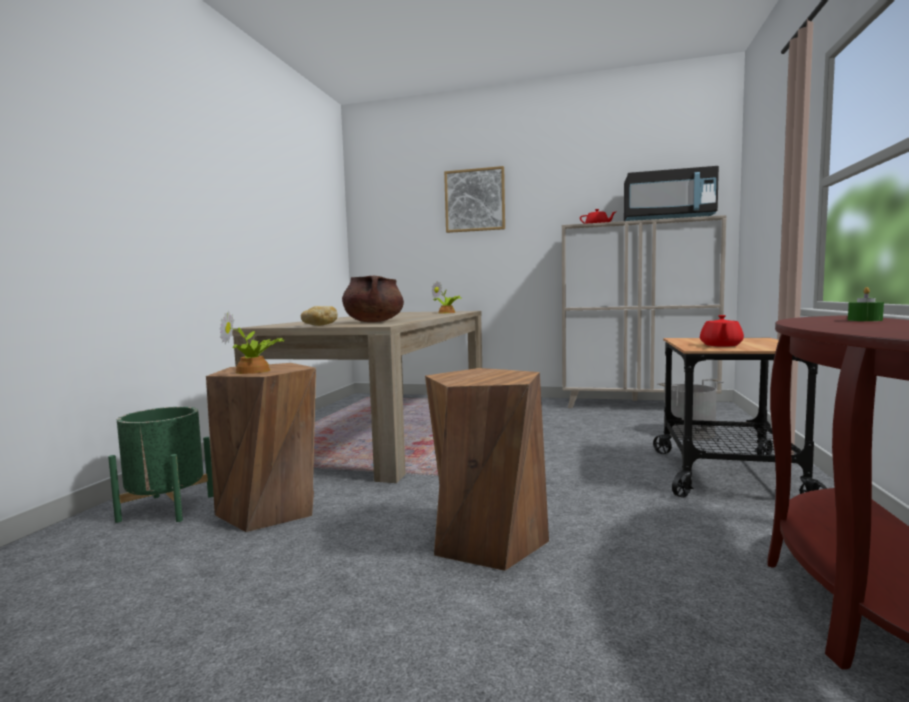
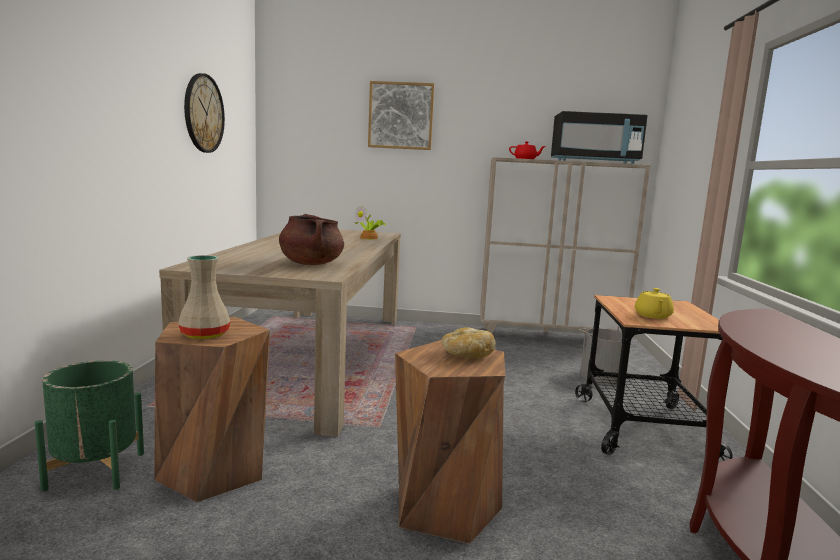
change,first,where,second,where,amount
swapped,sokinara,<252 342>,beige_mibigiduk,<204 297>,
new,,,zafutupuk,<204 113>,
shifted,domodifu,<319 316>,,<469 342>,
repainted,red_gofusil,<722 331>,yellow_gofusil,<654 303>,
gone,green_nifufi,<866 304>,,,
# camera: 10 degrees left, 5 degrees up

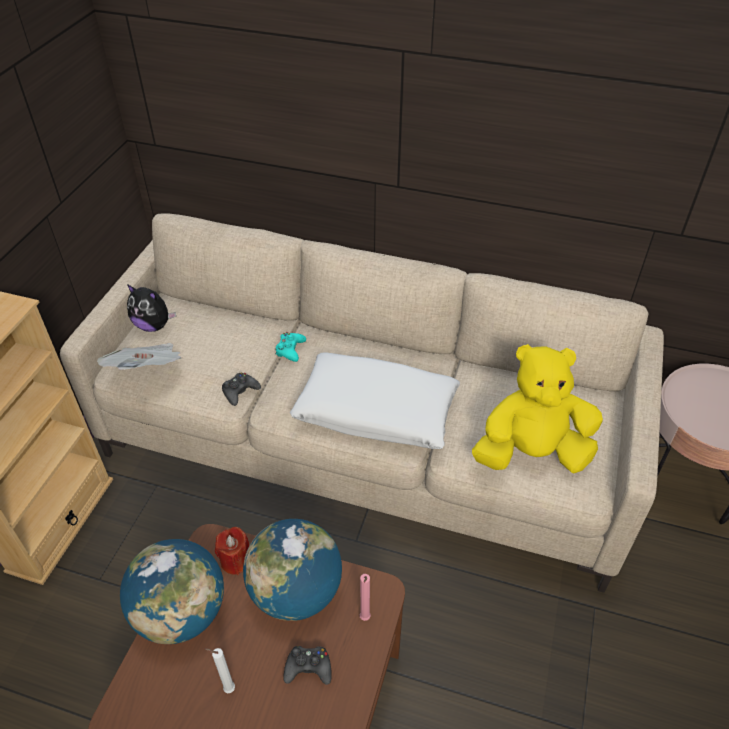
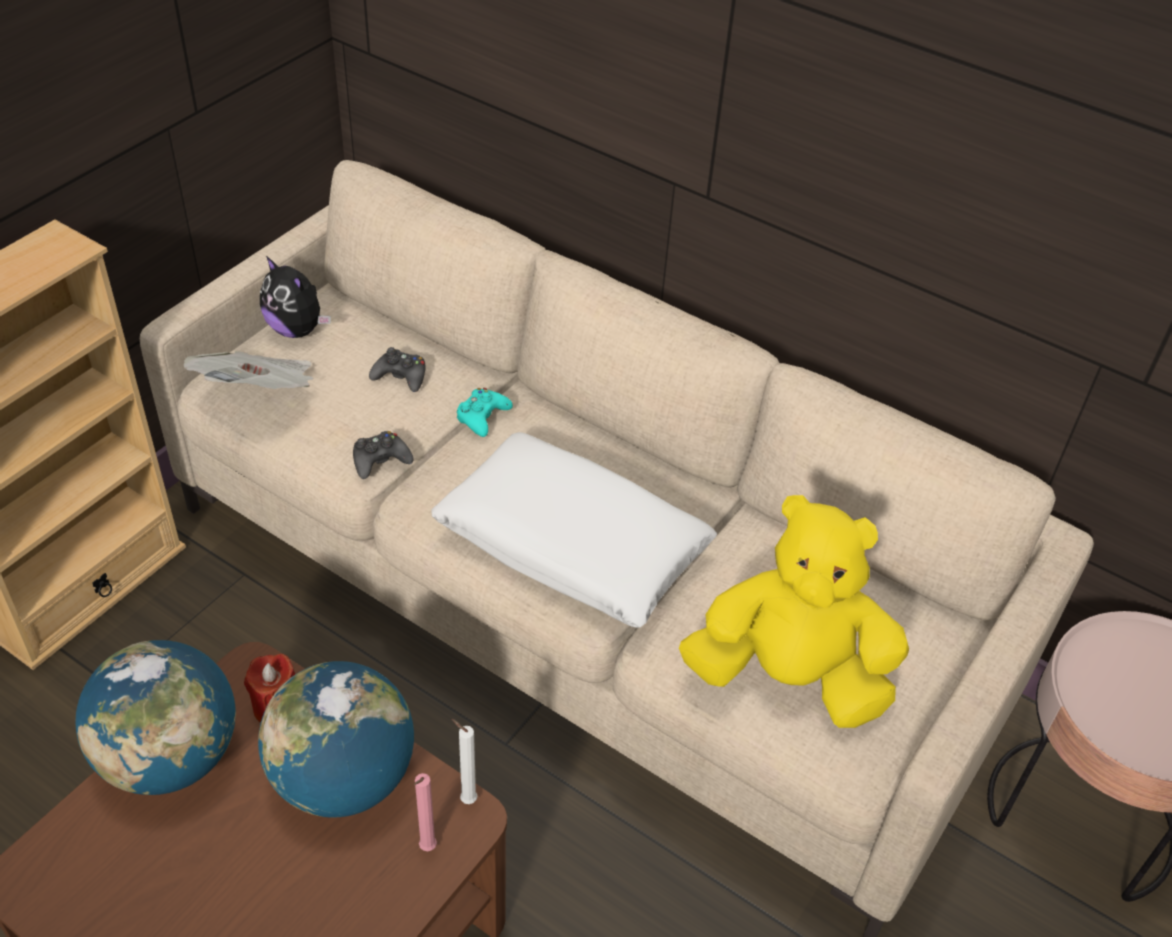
change,first,where,second,where,amount
shifted,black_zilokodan,<307 665>,,<397 369>,
shifted,white_nifufi,<220 670>,,<464 761>,
# camera: 15 degrees right, 0 degrees up

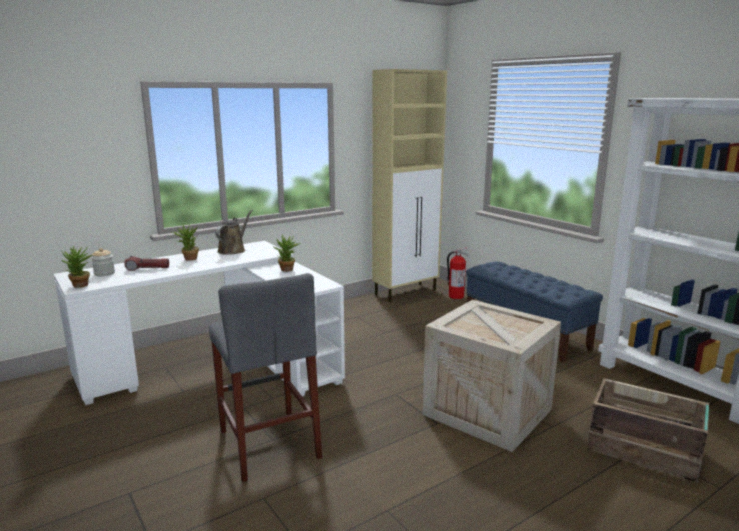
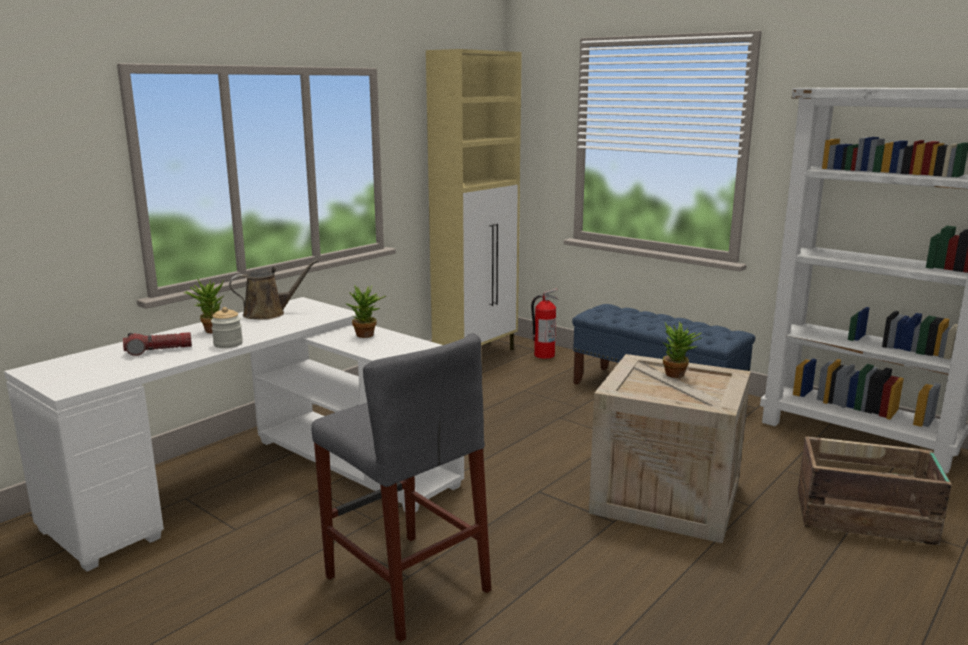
change,first,where,second,where,amount
shifted,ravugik,<103 262>,,<227 327>,
rotated,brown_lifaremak,<234 232>,,<273 290>,60 degrees clockwise
shifted,sokinara,<77 267>,,<683 350>,
# camera: 15 degrees left, 0 degrees up

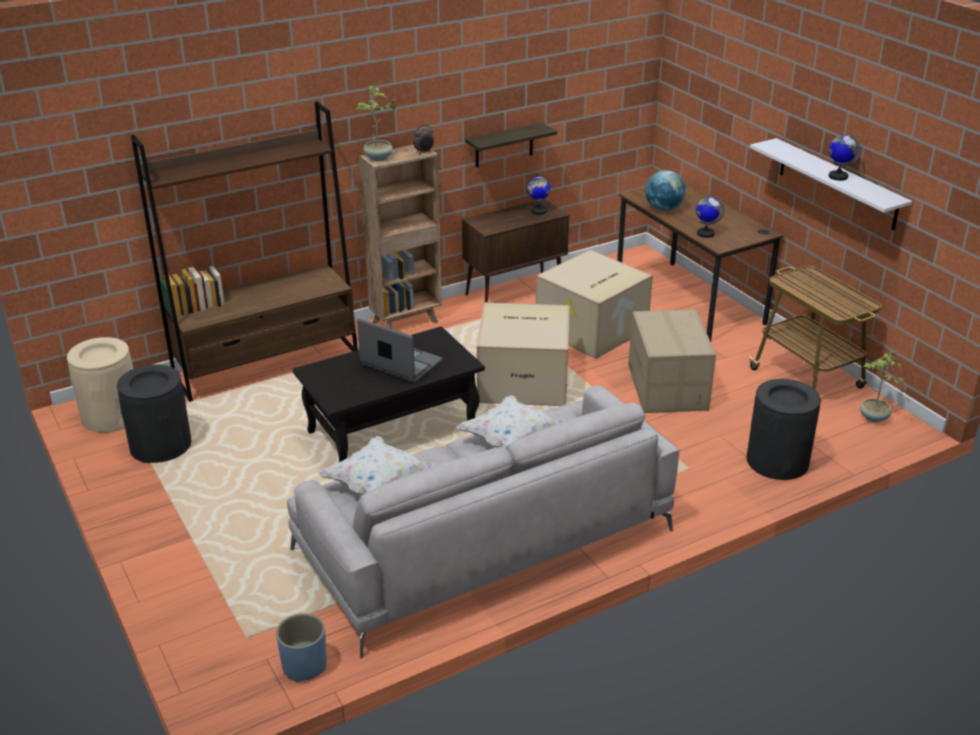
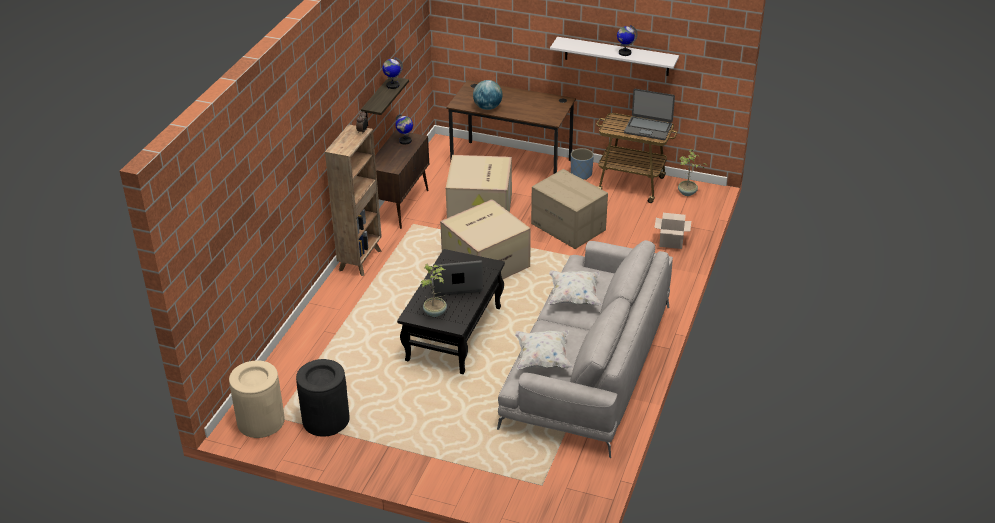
change,first,where,second,where,amount
shifted,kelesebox,<710 217>,,<392 73>,
shifted,sokinara,<378 123>,,<433 290>,
shifted,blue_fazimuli,<301 647>,,<582 164>,
new,,,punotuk,<649 114>,
swapped,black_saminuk,<784 429>,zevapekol,<672 231>,
gone,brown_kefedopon,<244 252>,,,
# camera: 40 degrees left, 5 degrees up

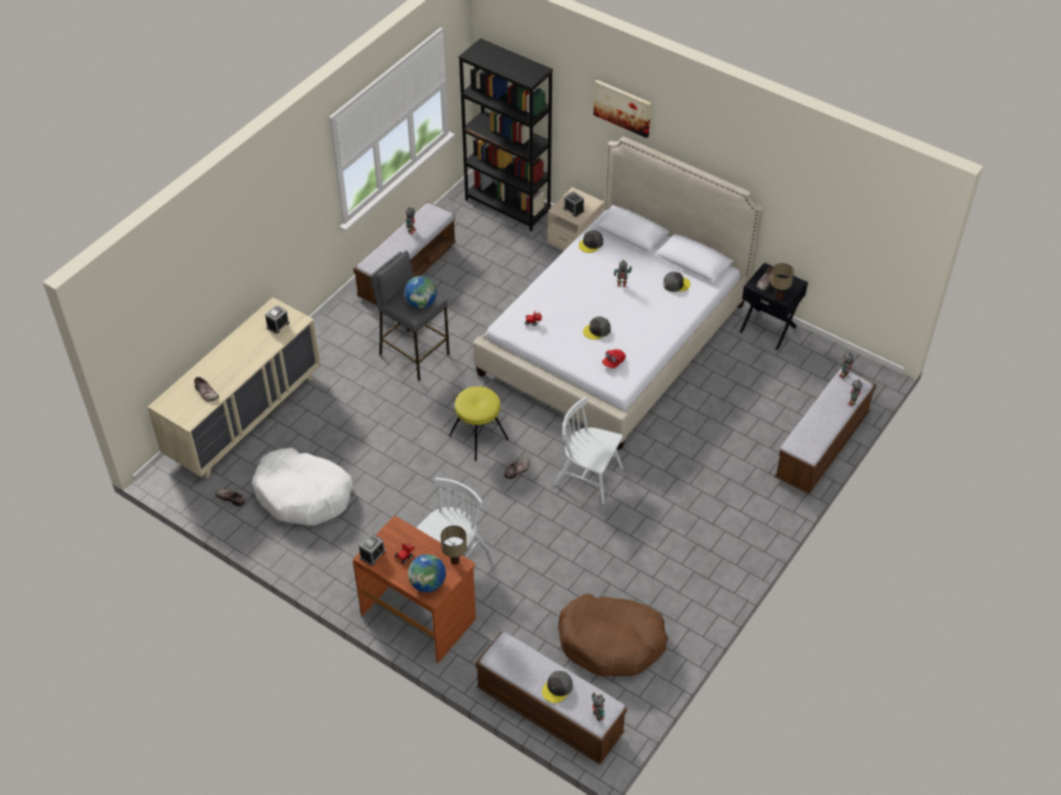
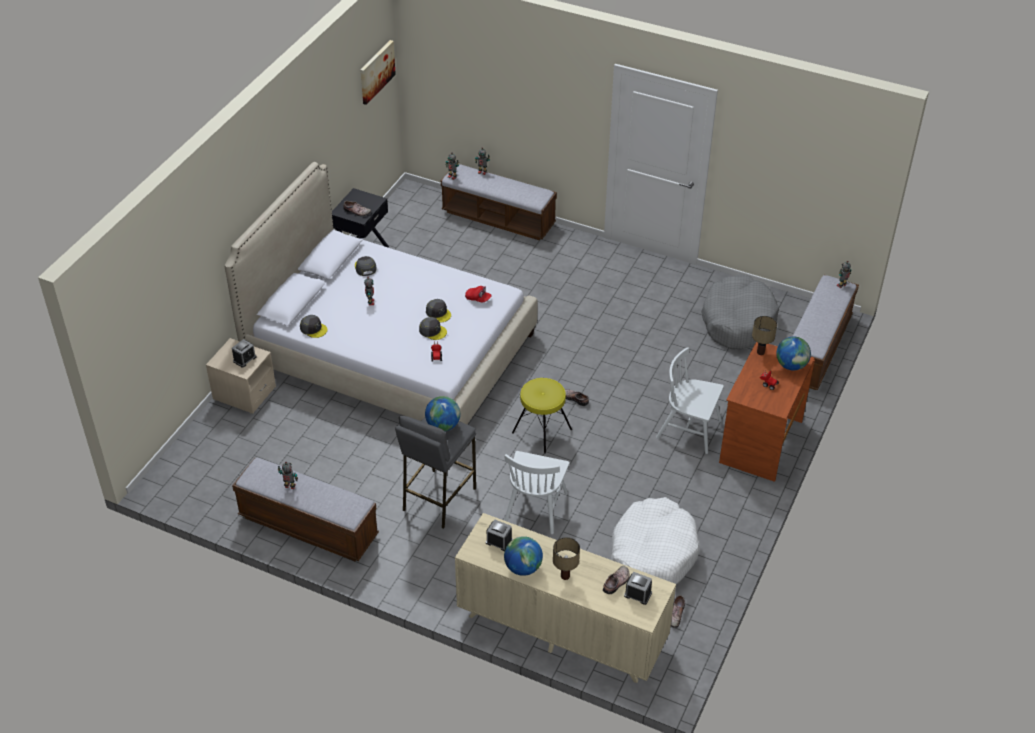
change,first,where,second,where,amount
shifted,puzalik,<622 109>,,<378 72>,
shifted,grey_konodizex,<557 687>,,<433 328>,
shifted,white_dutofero,<588 450>,,<536 492>,
new,,,kelesebox,<523 556>,
shifted,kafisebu,<782 281>,,<566 558>,
shifted,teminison,<372 549>,,<638 588>,
repainted,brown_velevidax,<613 635>,grey_velevidax,<740 311>,
gone,black_kefedopon,<506 134>,,,
# camera: 100 degrees left, 5 degrees down

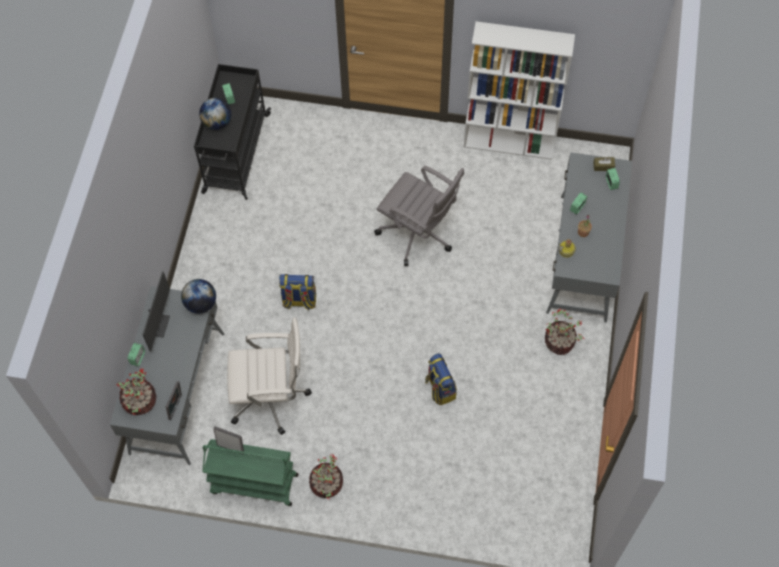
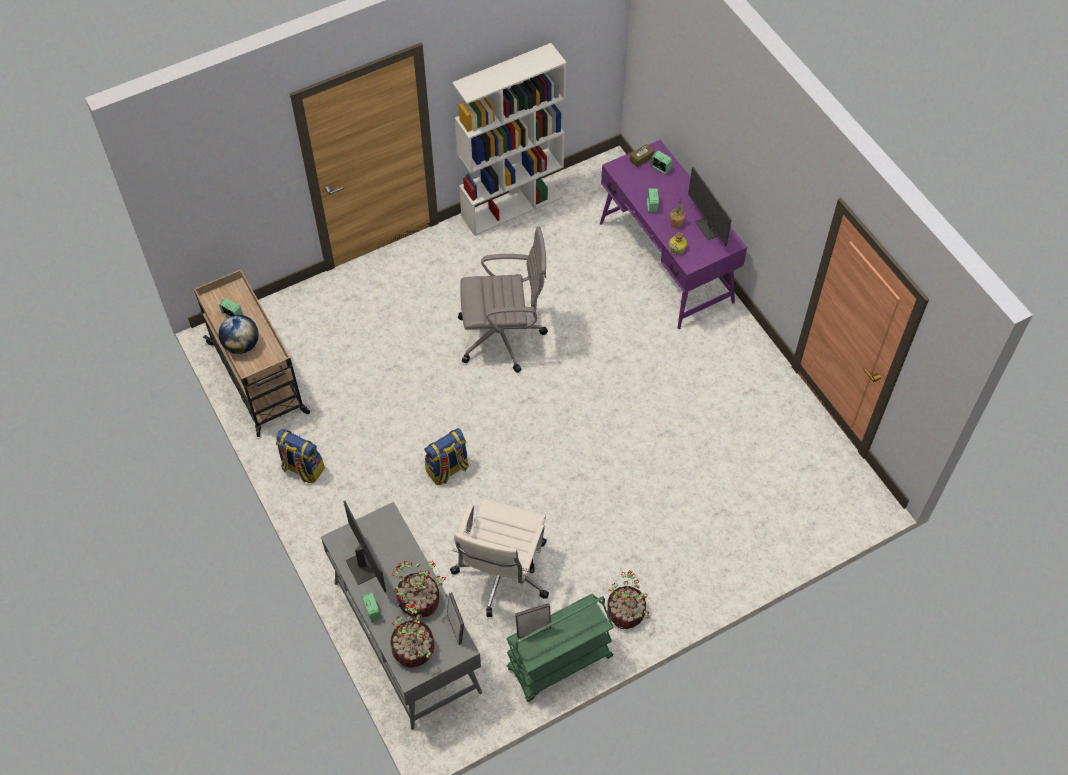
change,first,where,second,where,amount
repainted,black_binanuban,<232 132>,beige_binanuban,<252 353>,
shifted,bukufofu,<441 379>,,<300 456>,
shifted,sokinara,<564 331>,,<419 589>,
rotated,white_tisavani,<269 376>,,<499 557>,150 degrees clockwise
repainted,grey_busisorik,<589 237>,purple_busisorik,<673 234>,
new,,,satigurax,<710 207>,
gone,kelesebox,<198 296>,,,
# camera: 40 degrees left, 5 degrees down

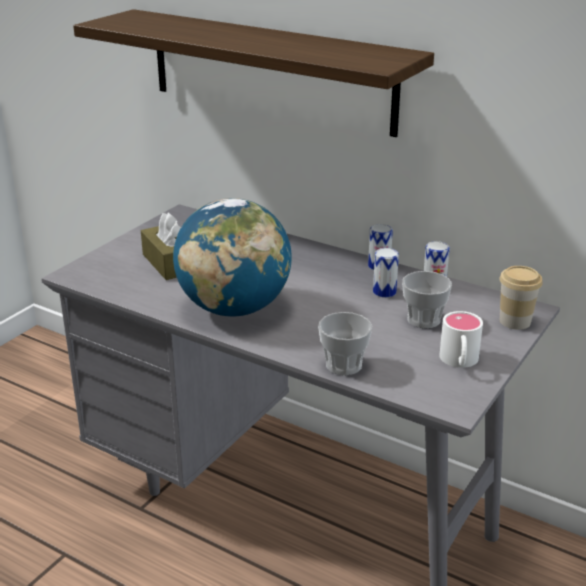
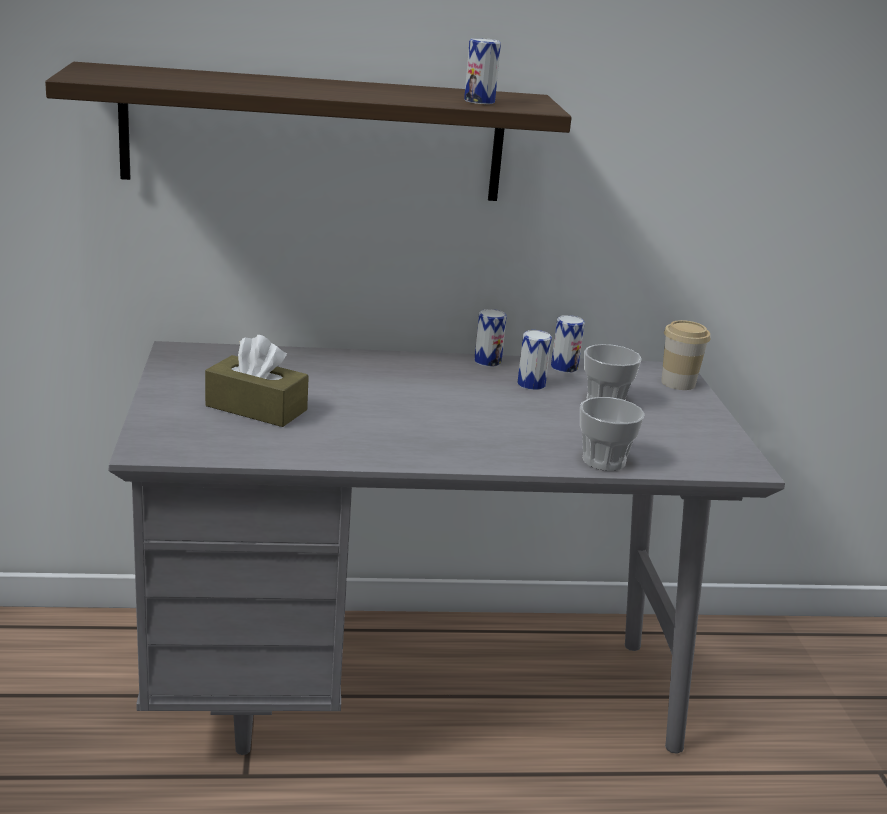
change,first,where,second,where,amount
new,,,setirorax,<482 71>,
gone,kelesebox,<232 257>,,,
gone,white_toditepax,<461 339>,,,
# camera: 40 degrees left, 5 degrees down

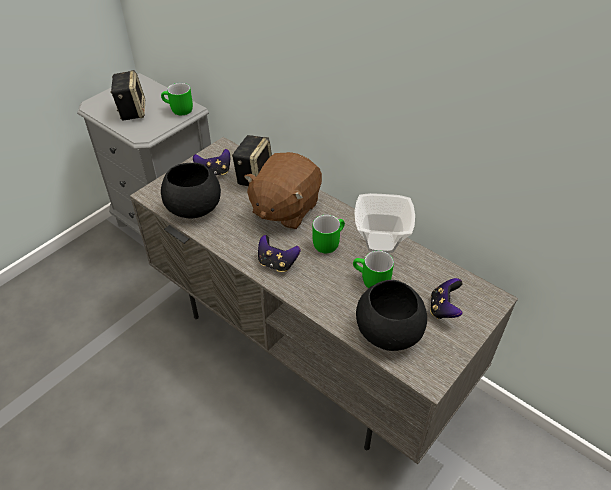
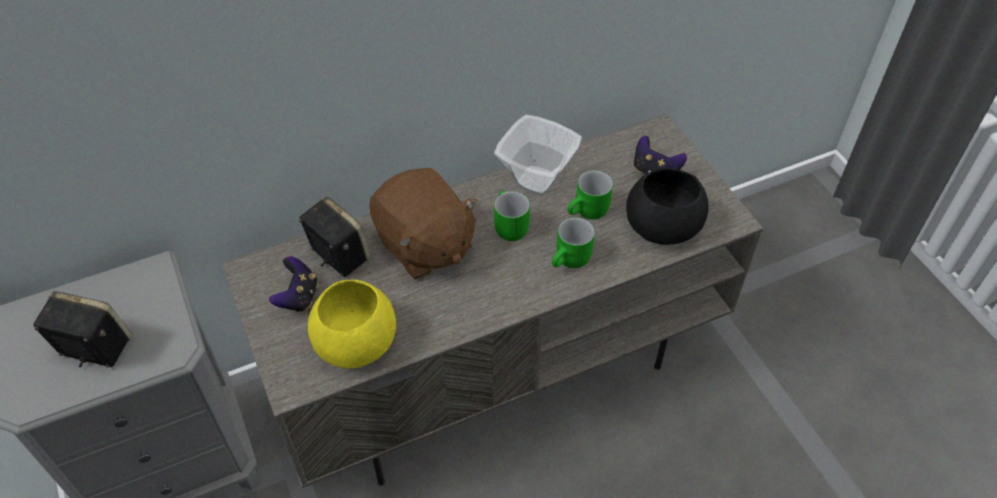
change,first,where,second,where,amount
repainted,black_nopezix,<191 191>,yellow_nopezix,<352 324>,
shifted,green_toditepax,<177 99>,,<573 242>,
gone,zilokodan,<279 253>,,,
# camera: 65 degrees left, 5 degrees up

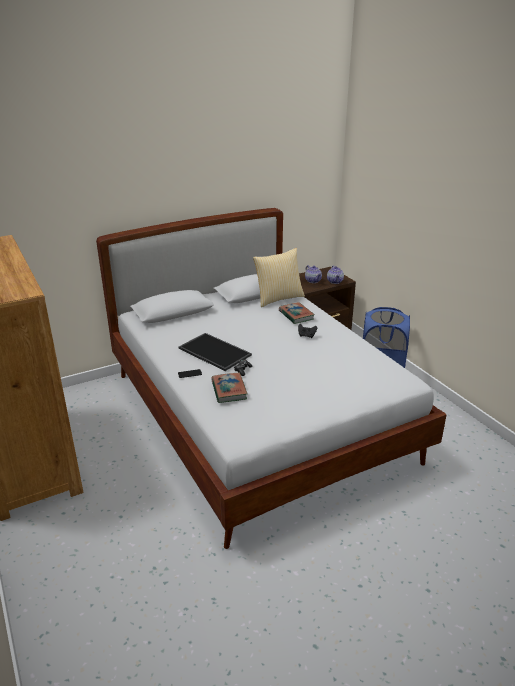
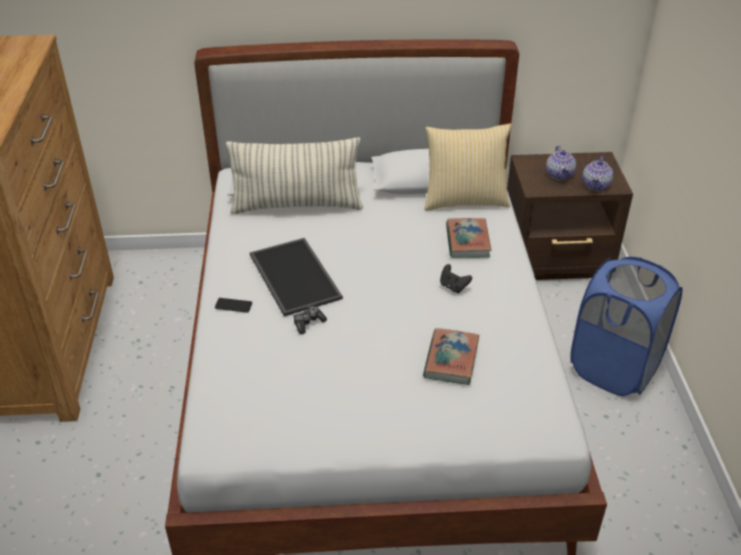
change,first,where,second,where,amount
new,,,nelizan,<294 175>,
shifted,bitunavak,<229 388>,,<451 356>,
# camera: 25 degrees right, 10 degrees up

